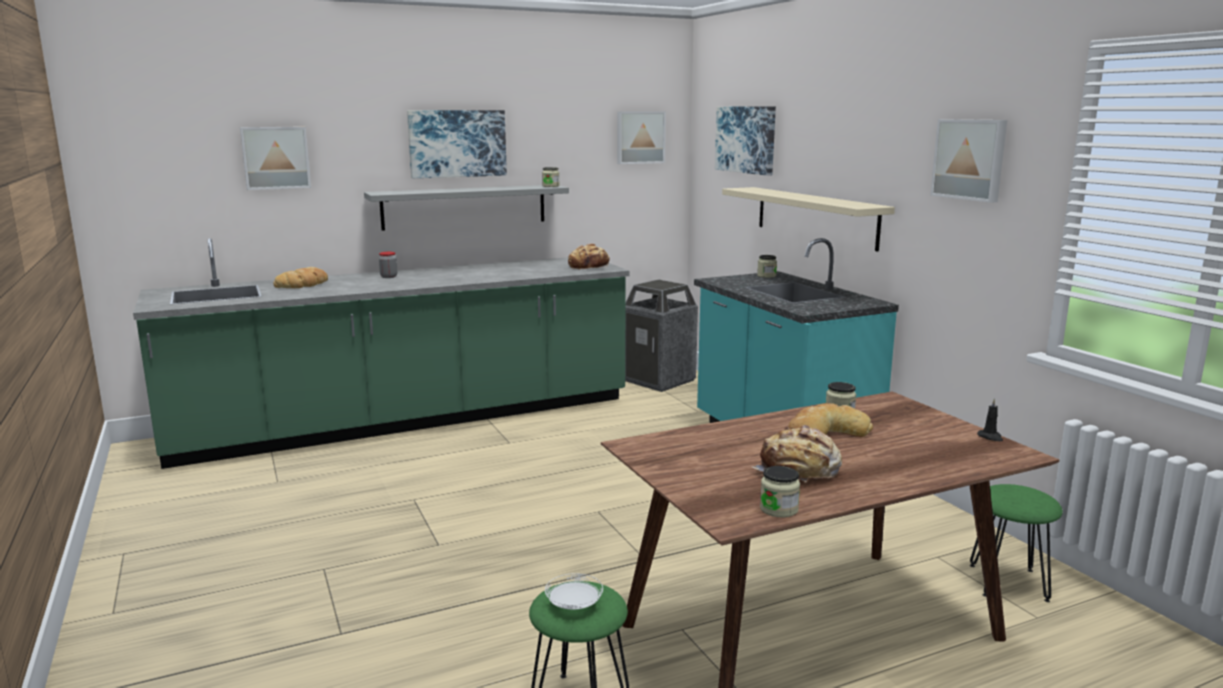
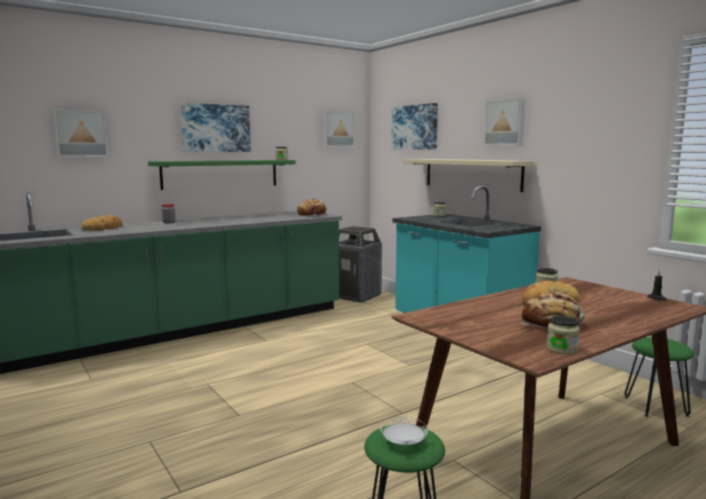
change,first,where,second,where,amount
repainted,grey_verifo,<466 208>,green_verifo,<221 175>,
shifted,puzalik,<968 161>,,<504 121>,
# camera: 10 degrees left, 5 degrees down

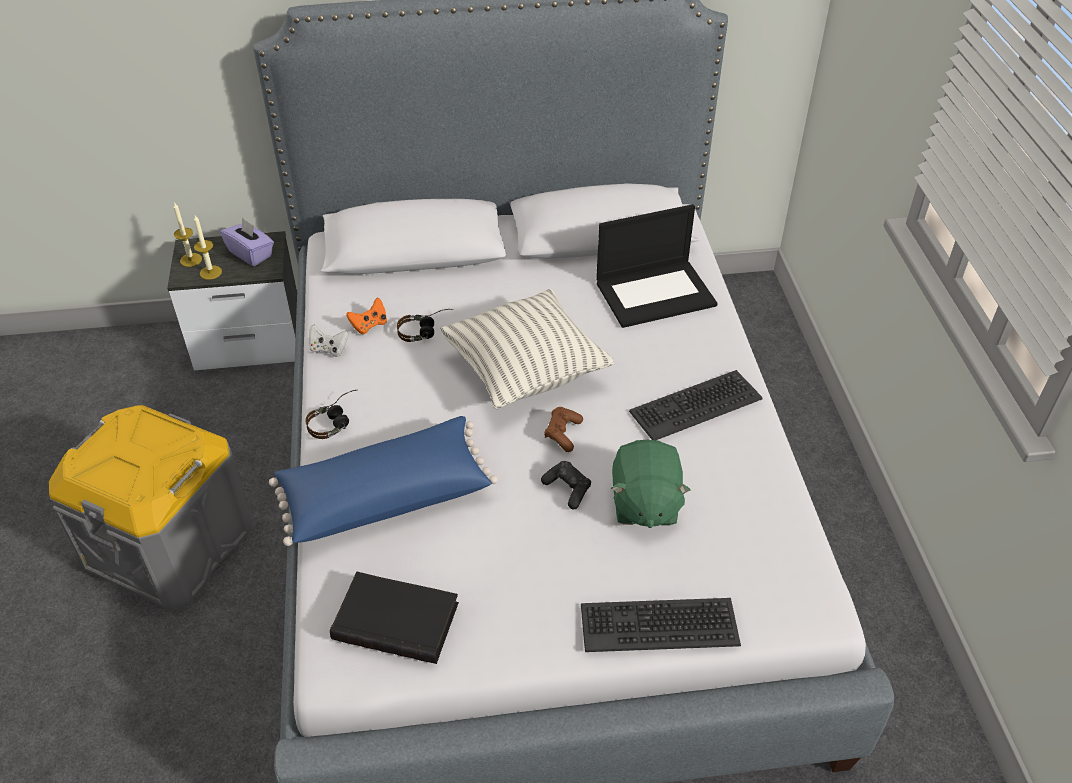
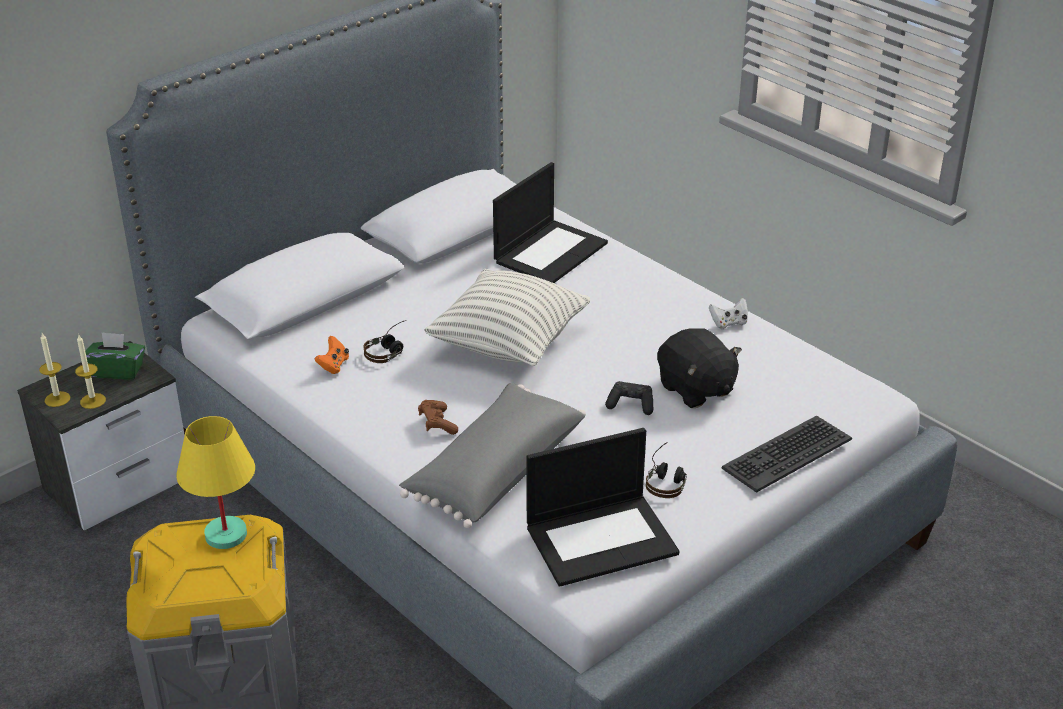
change,first,where,second,where,amount
repainted,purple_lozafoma,<247 241>,green_lozafoma,<115 356>,
new,,,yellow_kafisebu,<215 482>,
repainted,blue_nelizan,<383 481>,grey_nelizan,<492 455>,
shifted,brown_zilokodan,<563 429>,,<438 417>,
swapped,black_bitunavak,<394 617>,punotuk,<602 507>,
shifted,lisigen,<331 414>,,<666 470>,
repainted,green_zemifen,<651 484>,black_zemifen,<699 368>,
shifted,white_zilokodan,<329 340>,,<728 313>,
gone,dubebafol,<696 405>,,,
# camera: 35 degrees left, 10 degrees down

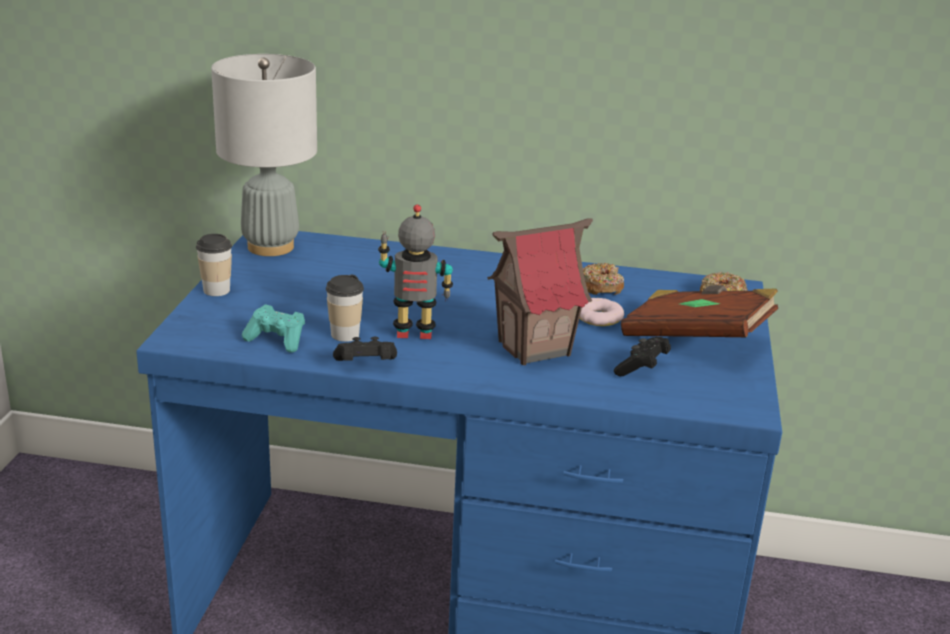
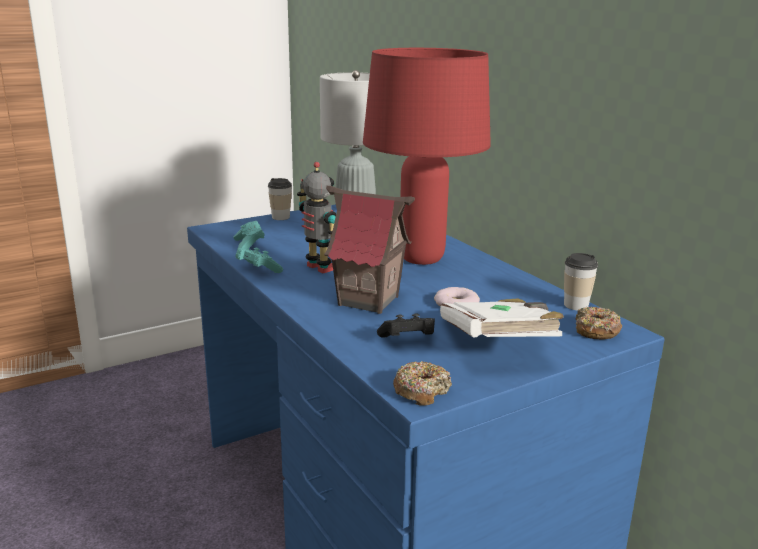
change,first,where,second,where,amount
repainted,black_zilokodan,<365 349>,turquoise_zilokodan,<259 260>,
new,,,red_kafisebu,<427 156>,
shifted,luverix,<603 279>,,<422 383>,
repainted,brown_bitunavak,<699 311>,white_bitunavak,<502 317>,
shifted,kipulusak,<345 308>,,<581 281>,
# camera: 50 degrees right, 5 degrees down

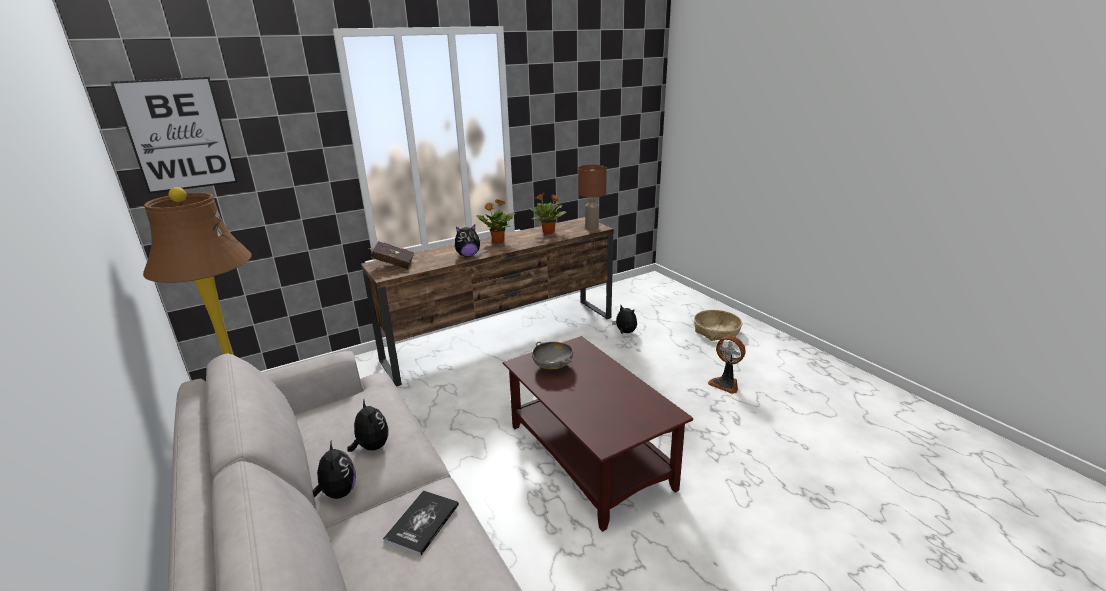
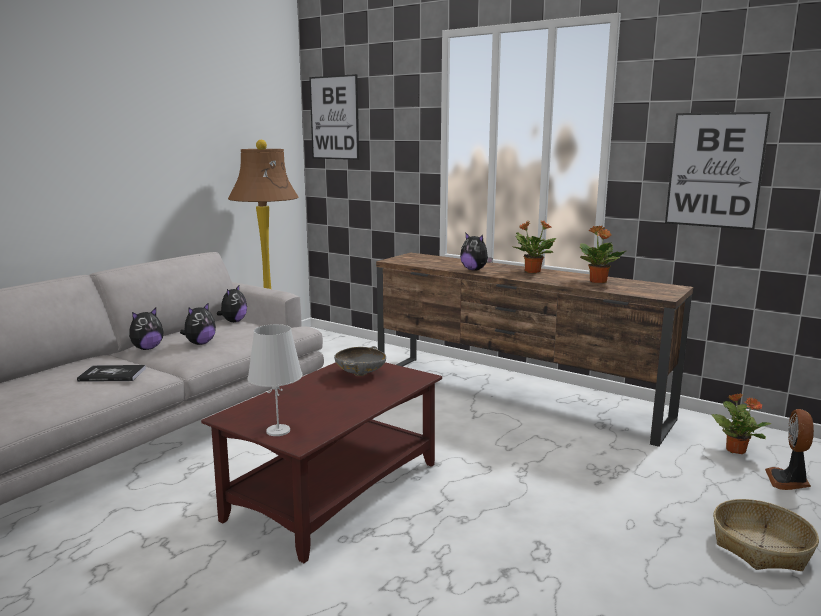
change,first,where,second,where,amount
shifted,zemifen,<624 319>,,<232 303>,
new,,,white_kafisebu,<275 380>,
new,,,puzalik,<718 171>,
new,,,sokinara,<741 423>,
shifted,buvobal,<727 365>,,<789 449>,
gone,red_bitunavak,<391 255>,,,
gone,brown_kafisebu,<592 197>,,,
# camera: 65 degrees right, 10 degrees down

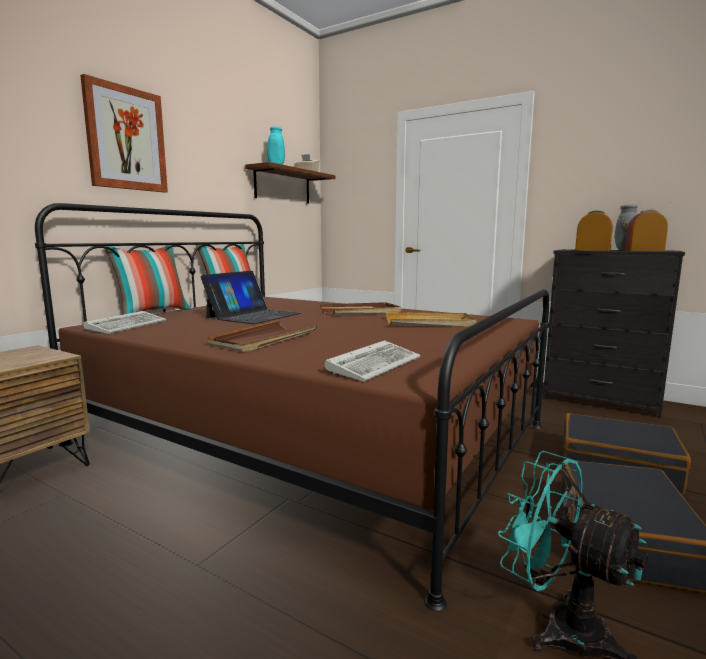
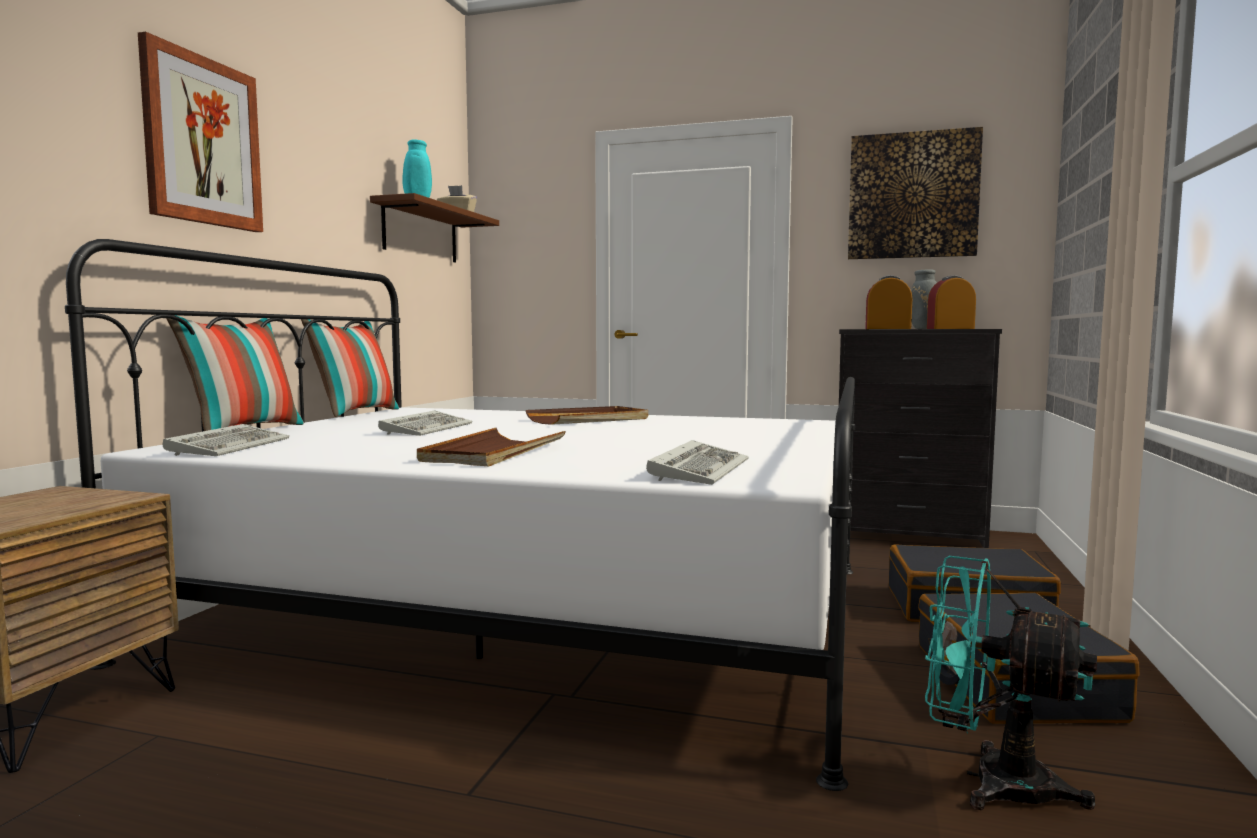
change,first,where,second,where,amount
repainted,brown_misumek,<292 407>,white_misumek,<460 515>,
swapped,punotuk,<251 297>,dubebafol,<425 423>,
new,,,puzalik,<915 193>,
gone,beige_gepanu,<431 319>,,,
# camera: 15 degrees left, 5 degrees down

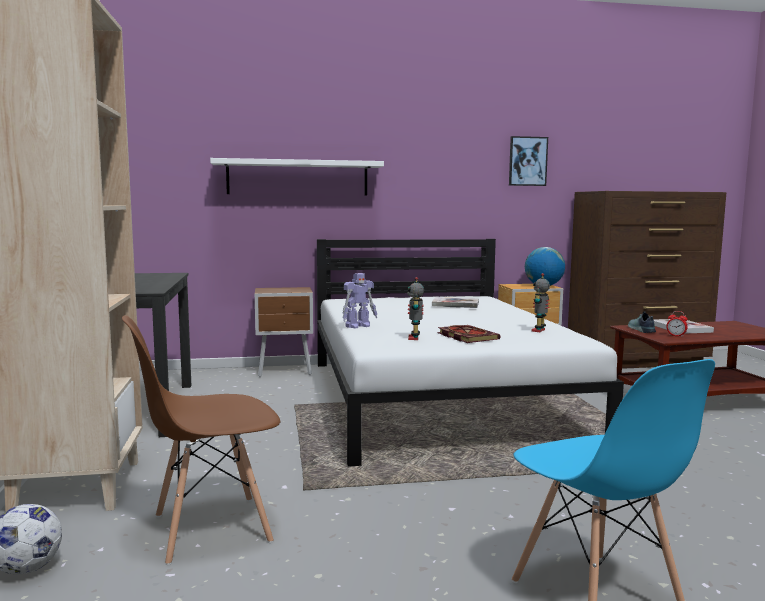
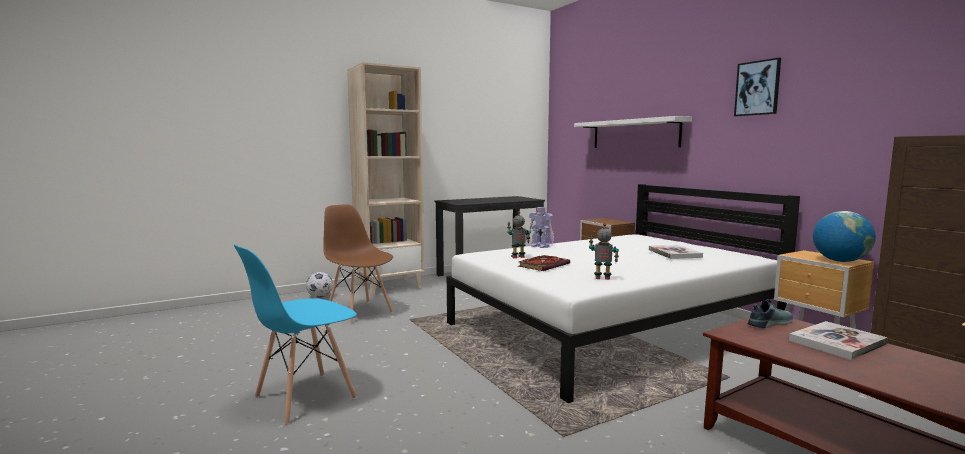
change,first,where,second,where,amount
shifted,puzalik,<528 161>,,<757 87>,
gone,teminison,<677 324>,,,
# camera: 70 degrees right, 0 degrees up

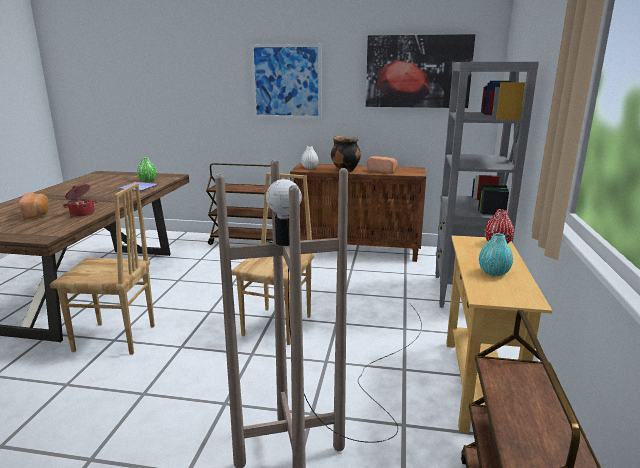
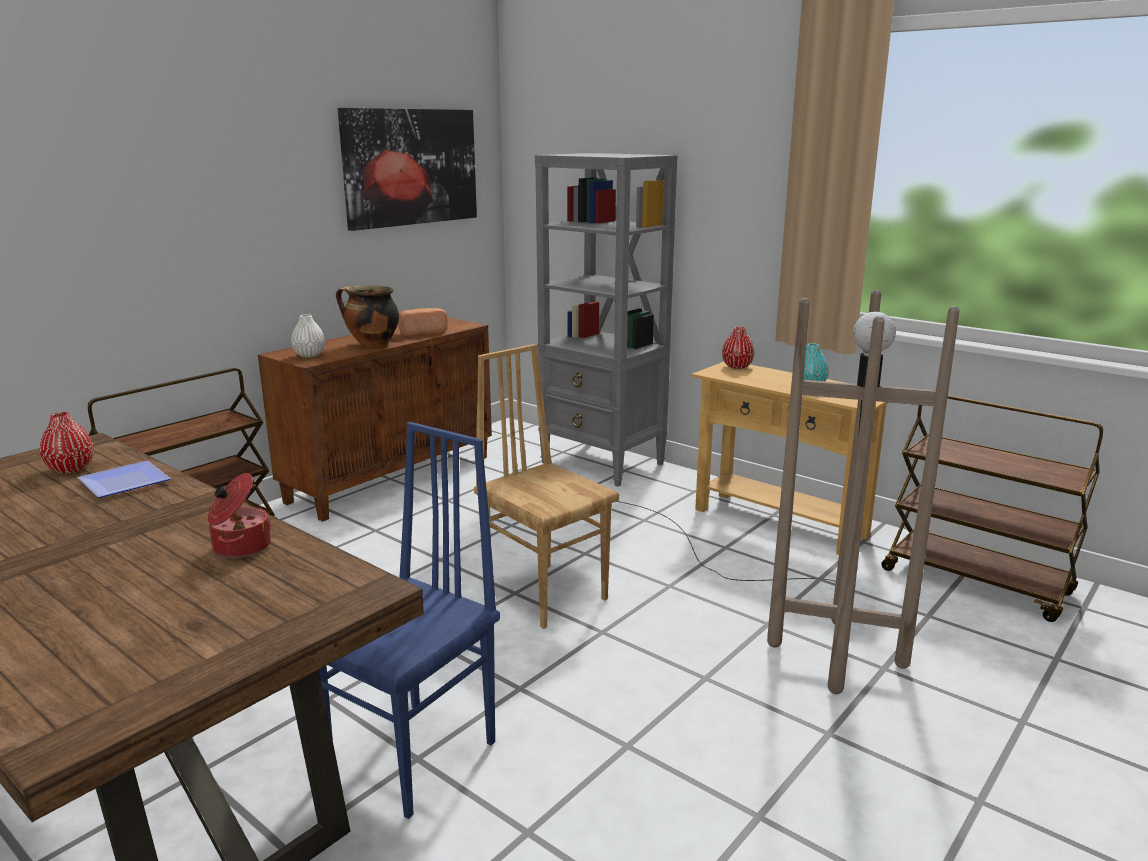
change,first,where,second,where,amount
repainted,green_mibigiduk,<147 169>,red_mibigiduk,<67 443>,
repainted,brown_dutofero,<102 269>,blue_dutofero,<409 620>,
gone,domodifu,<34 206>,,,
gone,puzalik,<286 81>,,,
# camera: 60 degrees left, 0 degrees up

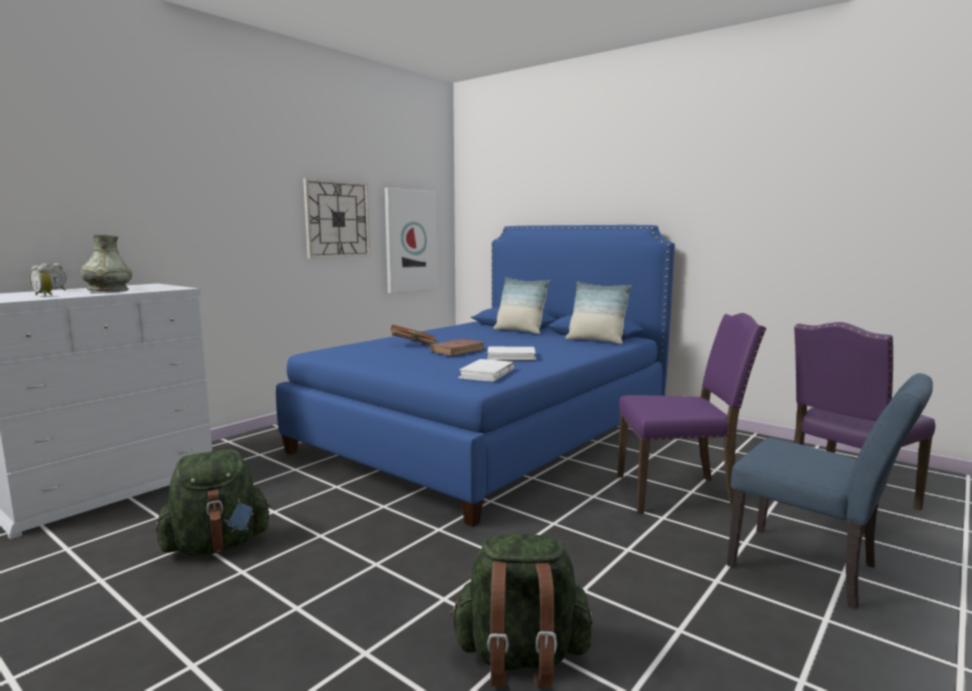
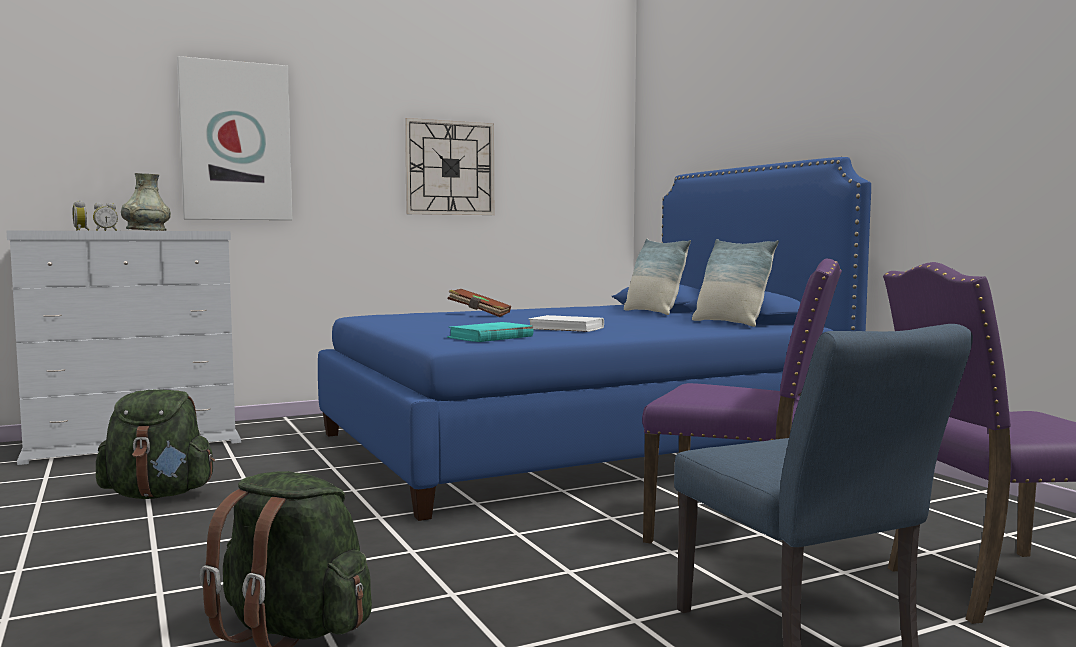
change,first,where,second,where,amount
shifted,puzalik,<411 240>,,<234 138>,
repainted,white_bitunavak,<486 370>,turquoise_bitunavak,<490 332>,
gone,brown_bitunavak,<458 347>,,,
# camera: 25 degrees right, 5 degrees down

